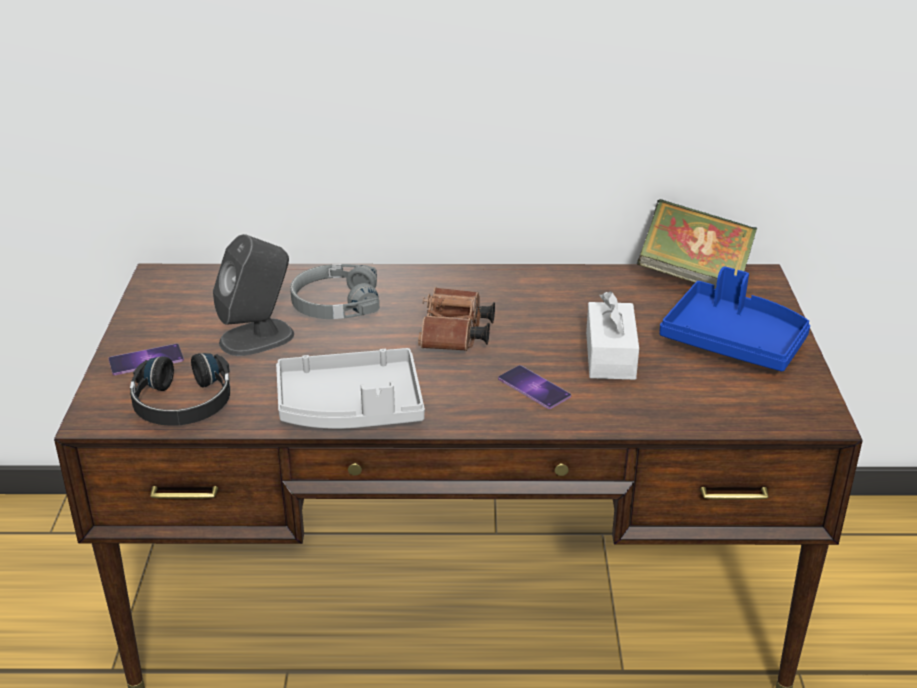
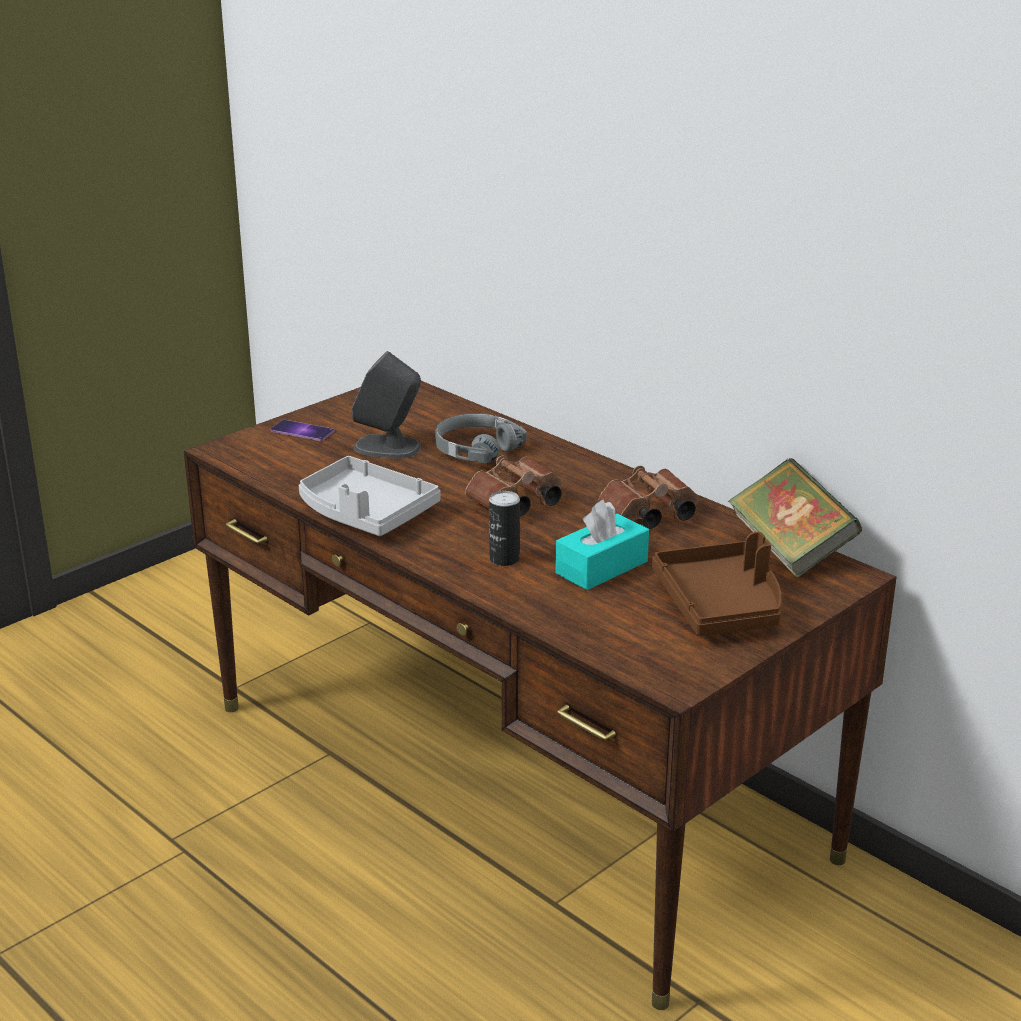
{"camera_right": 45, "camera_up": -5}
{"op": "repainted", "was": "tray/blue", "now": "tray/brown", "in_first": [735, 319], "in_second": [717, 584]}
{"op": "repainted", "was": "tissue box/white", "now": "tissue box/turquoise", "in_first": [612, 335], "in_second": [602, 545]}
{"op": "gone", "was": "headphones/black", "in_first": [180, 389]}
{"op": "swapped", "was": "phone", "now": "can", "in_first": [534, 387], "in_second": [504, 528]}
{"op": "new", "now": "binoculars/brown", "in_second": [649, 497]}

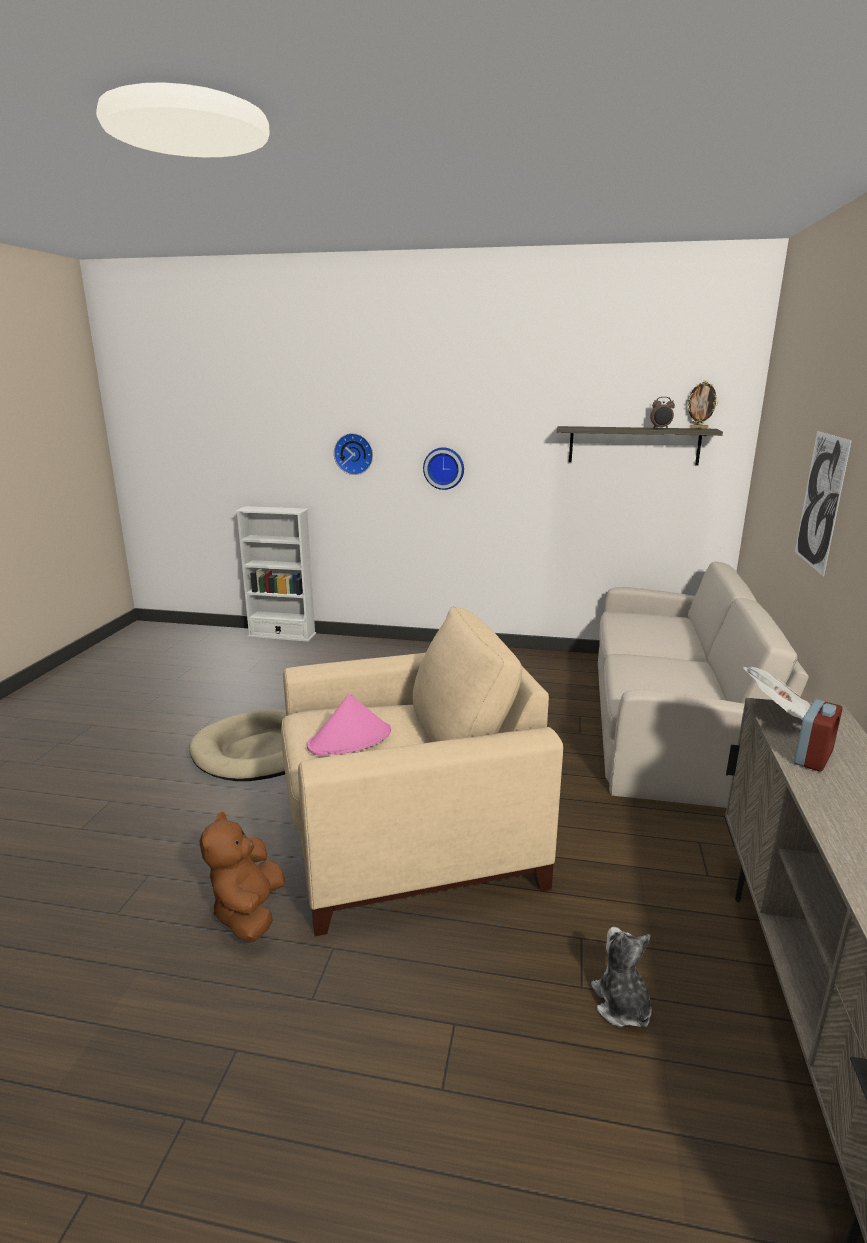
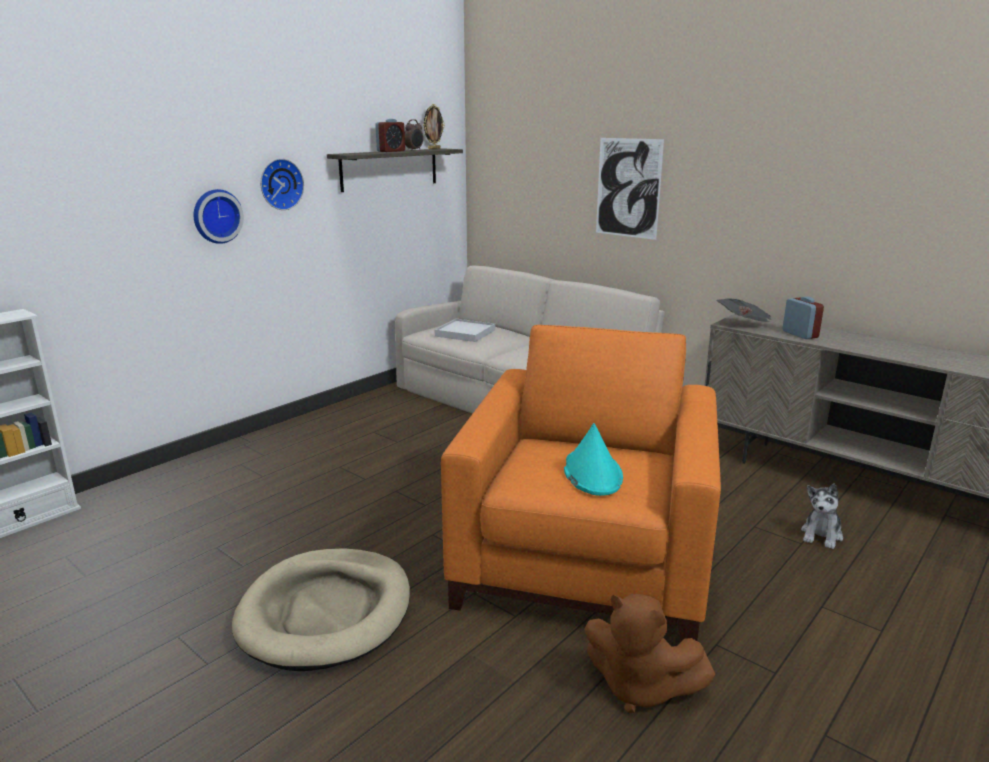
{"camera_right": -60, "camera_up": 0}
{"op": "shifted", "was": "wall clock", "in_first": [353, 454], "in_second": [282, 184]}
{"op": "repainted", "was": "armchair/beige", "now": "armchair/orange", "in_first": [422, 771], "in_second": [581, 483]}
{"op": "repainted", "was": "hat/pink", "now": "hat/turquoise", "in_first": [349, 725], "in_second": [593, 459]}
{"op": "rotated", "was": "plush toy", "in_first": [621, 977], "in_second": [822, 516], "clockwise": -75}
{"op": "new", "now": "alarm clock", "in_second": [390, 135]}
{"op": "new", "now": "tray/white", "in_second": [465, 330]}

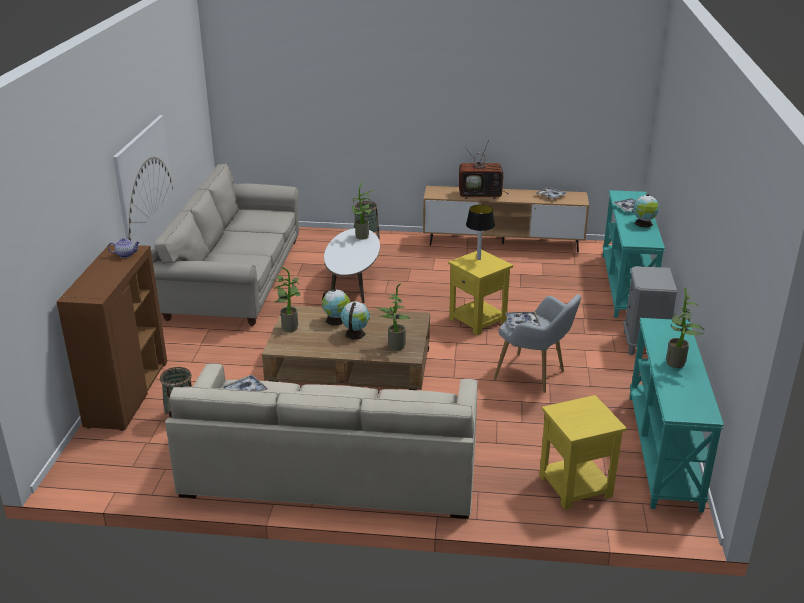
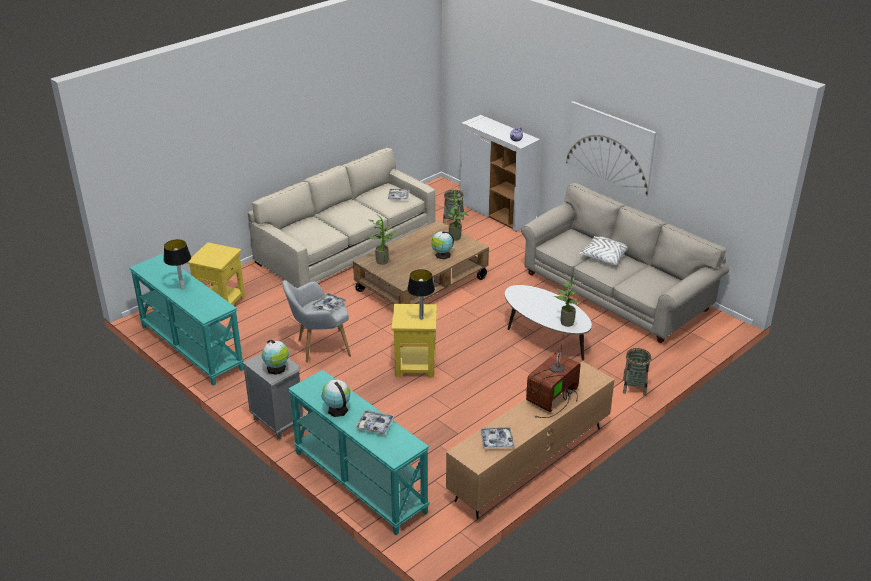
{"camera_right": 130, "camera_up": 5}
{"op": "repainted", "was": "cabinet/brown", "now": "cabinet/white", "in_first": [112, 338], "in_second": [500, 173]}
{"op": "swapped", "was": "potted plant", "now": "table lamp", "in_first": [685, 328], "in_second": [177, 264]}
{"op": "shifted", "was": "globe", "in_first": [355, 321], "in_second": [275, 357]}
{"op": "new", "now": "pillow/white", "in_second": [603, 250]}

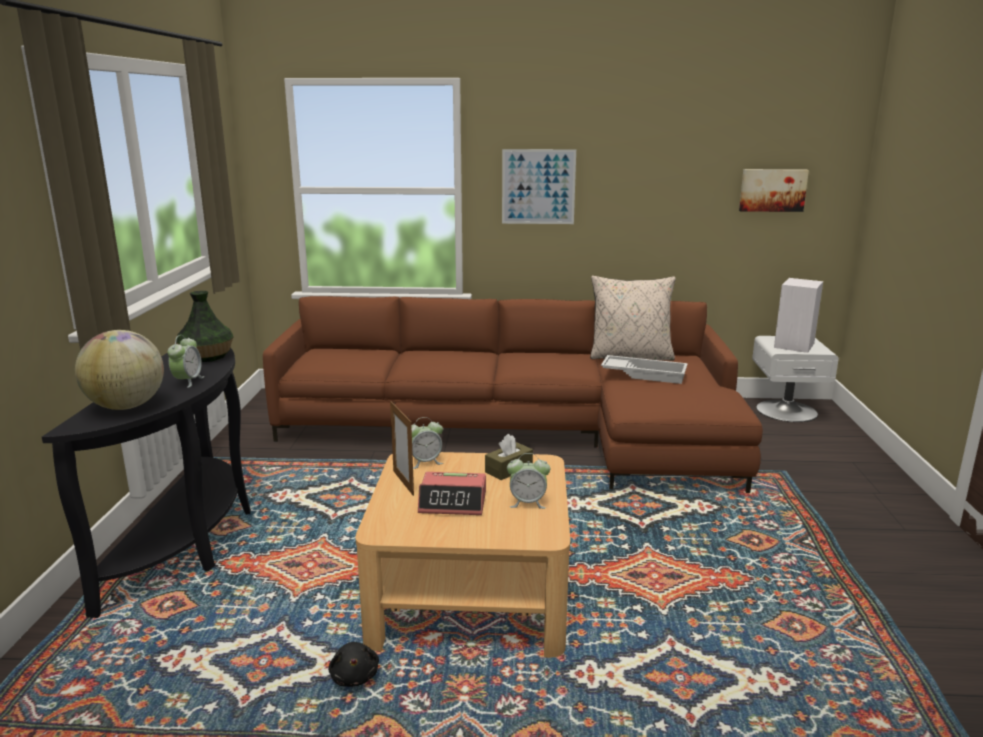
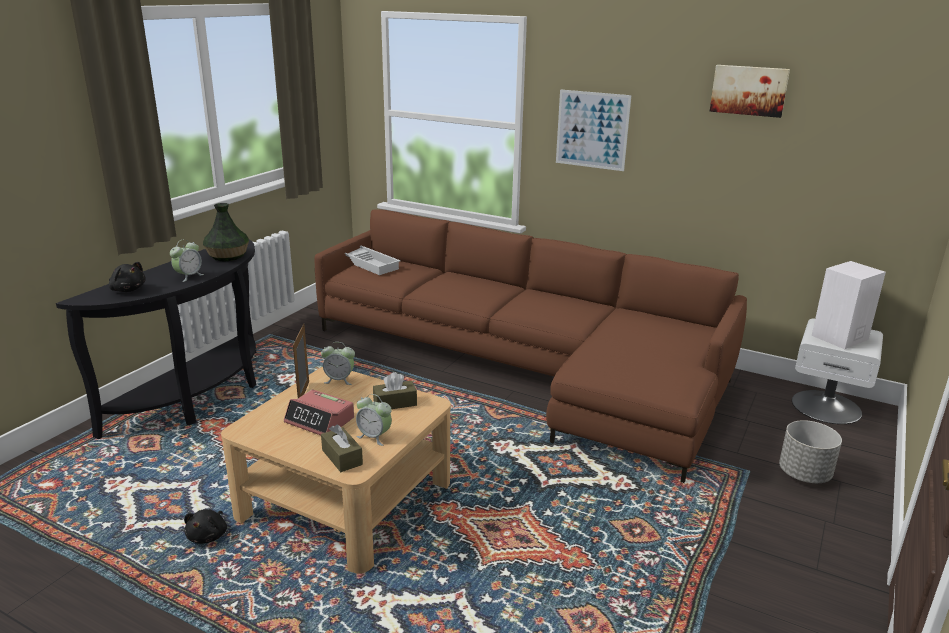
{"camera_right": 25, "camera_up": 5}
{"op": "shifted", "was": "picture", "in_first": [774, 190], "in_second": [750, 91]}
{"op": "gone", "was": "pillow/beige", "in_first": [633, 318]}
{"op": "swapped", "was": "globe", "now": "plush toy/black", "in_first": [119, 370], "in_second": [127, 277]}
{"op": "shifted", "was": "tray/white", "in_first": [644, 369], "in_second": [373, 260]}
{"op": "new", "now": "planter/grey", "in_second": [810, 451]}
{"op": "new", "now": "tissue box/brown", "in_second": [342, 448]}

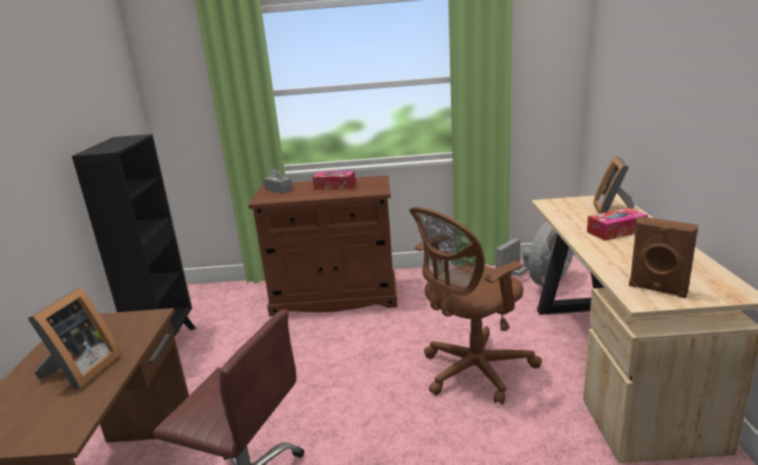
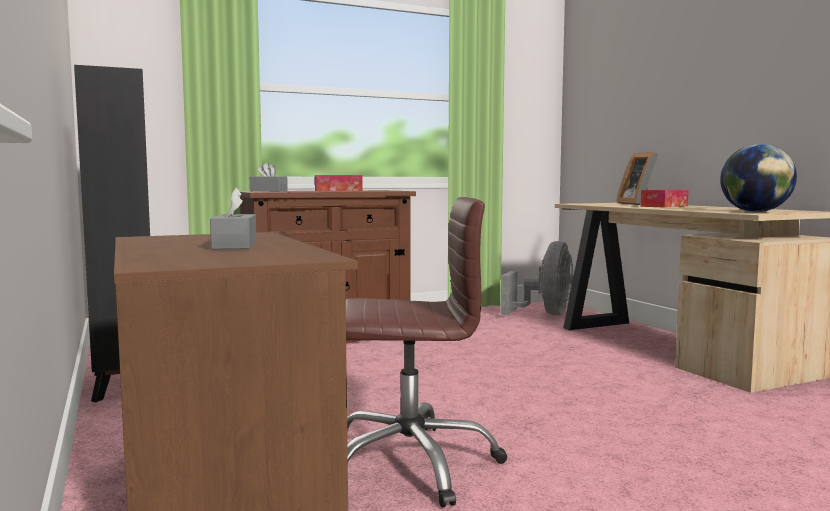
{"camera_right": -25, "camera_up": -15}
{"op": "gone", "was": "office chair/brown", "in_first": [475, 306]}
{"op": "swapped", "was": "speaker/brown", "now": "globe", "in_first": [663, 257], "in_second": [758, 178]}
{"op": "swapped", "was": "picture frame", "now": "tissue box/grey", "in_first": [74, 338], "in_second": [233, 219]}

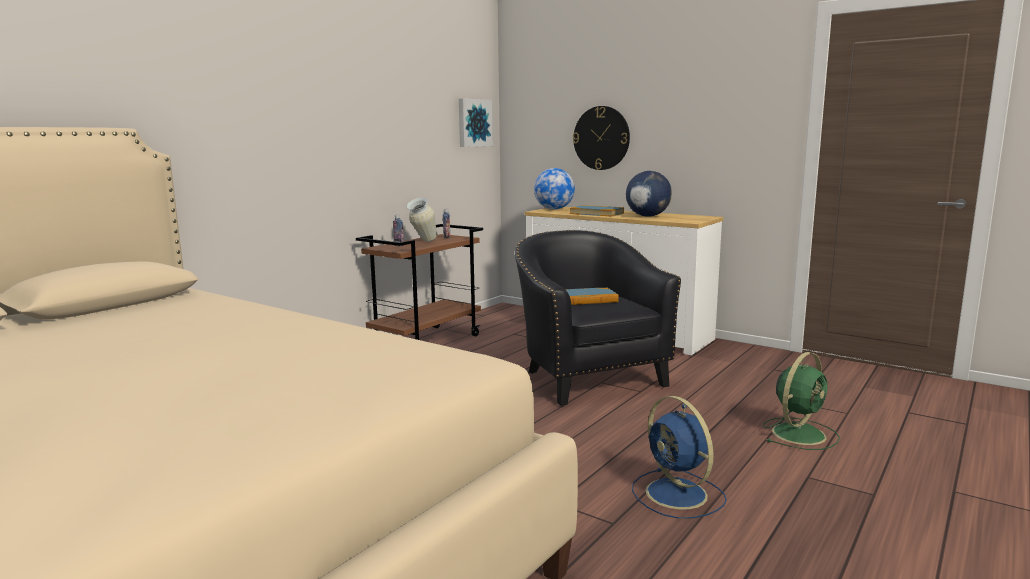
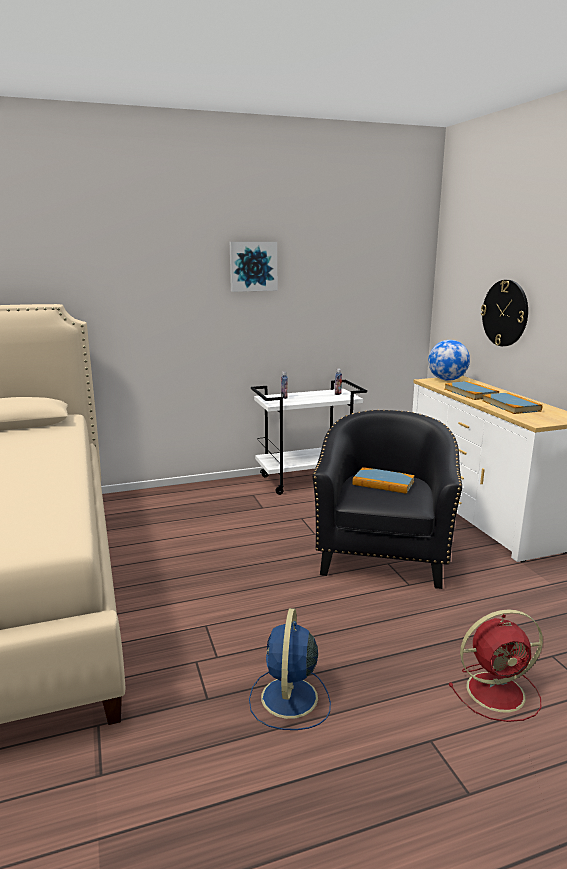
{"camera_right": 35, "camera_up": 5}
{"op": "shifted", "was": "picture", "in_first": [476, 122], "in_second": [253, 267]}
{"op": "swapped", "was": "globe", "now": "book", "in_first": [649, 193], "in_second": [512, 403]}
{"op": "gone", "was": "vase", "in_first": [422, 219]}
{"op": "repainted", "was": "cart/brown", "now": "cart/white", "in_first": [419, 282], "in_second": [309, 437]}
{"op": "repainted", "was": "fan/green", "now": "fan/red", "in_first": [801, 401], "in_second": [496, 665]}

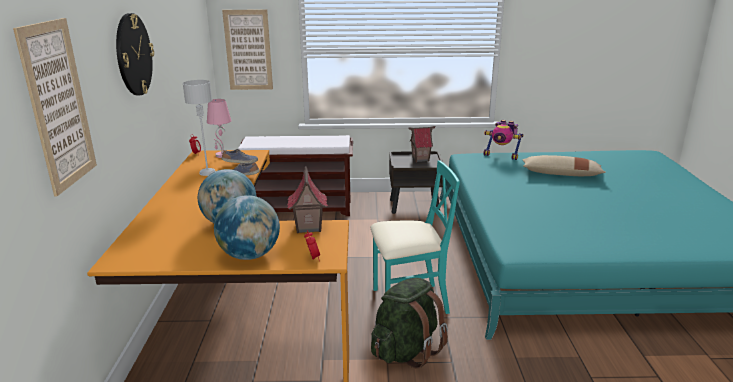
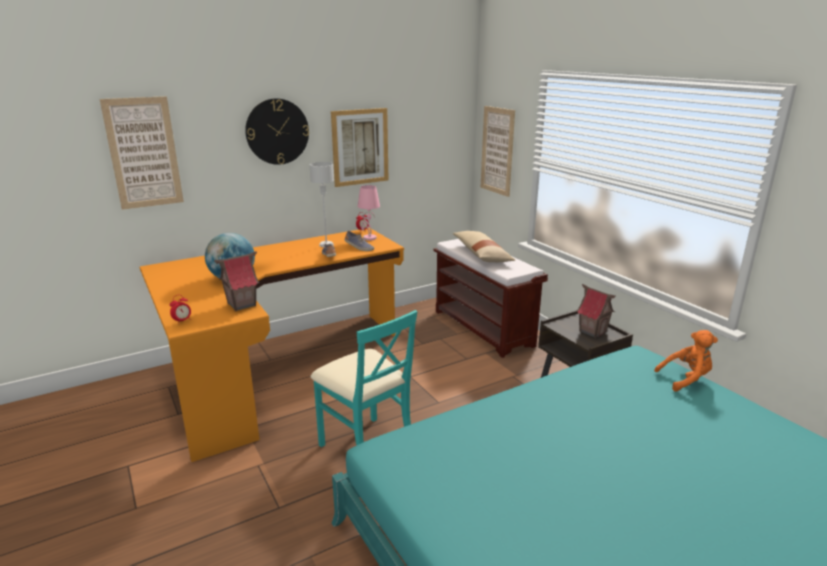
{"camera_right": 60, "camera_up": 0}
{"op": "swapped", "was": "toy robot", "now": "plush toy/orange", "in_first": [503, 140], "in_second": [686, 361]}
{"op": "shifted", "was": "pillow/beige", "in_first": [564, 165], "in_second": [484, 246]}
{"op": "gone", "was": "globe", "in_first": [247, 227]}
{"op": "gone", "was": "backpack/green", "in_first": [409, 323]}
{"op": "new", "now": "picture", "in_second": [359, 147]}

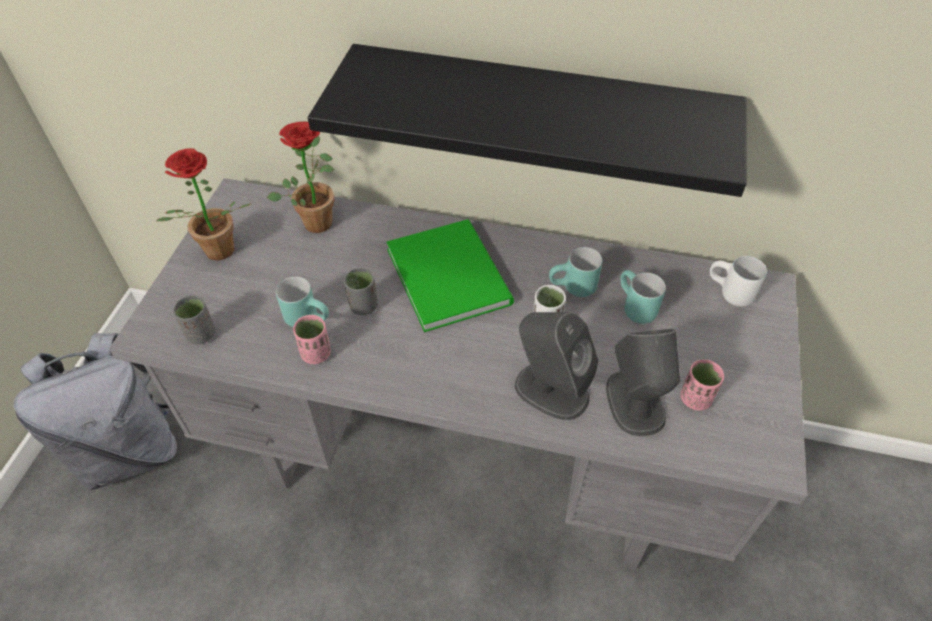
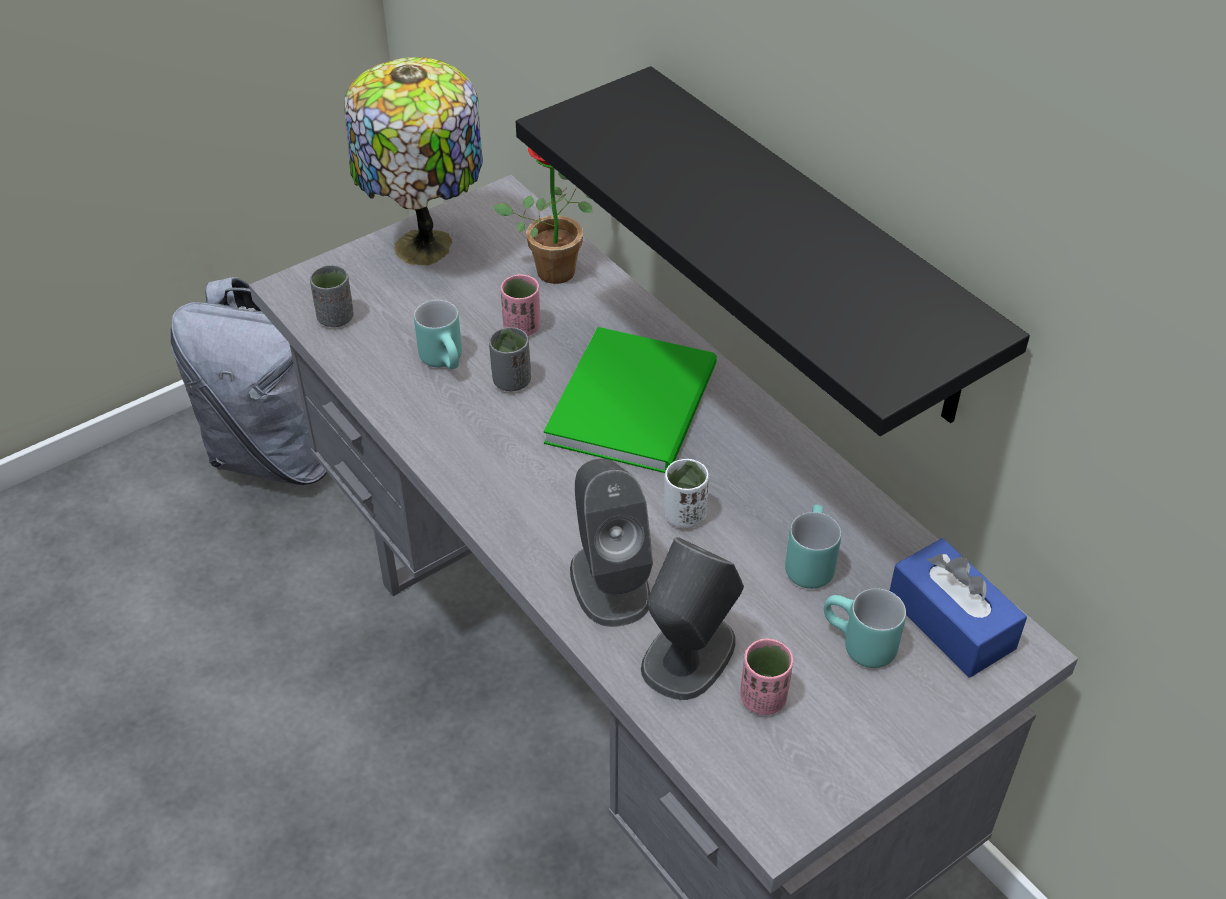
{"camera_right": 40, "camera_up": -5}
{"op": "swapped", "was": "potted plant", "now": "table lamp", "in_first": [203, 204], "in_second": [413, 161]}
{"op": "shifted", "was": "mug/turquoise", "in_first": [575, 272], "in_second": [865, 628]}
{"op": "swapped", "was": "mug/white", "now": "tissue box/blue", "in_first": [738, 281], "in_second": [958, 608]}
{"op": "shifted", "was": "cup/pink", "in_first": [312, 339], "in_second": [520, 305]}

